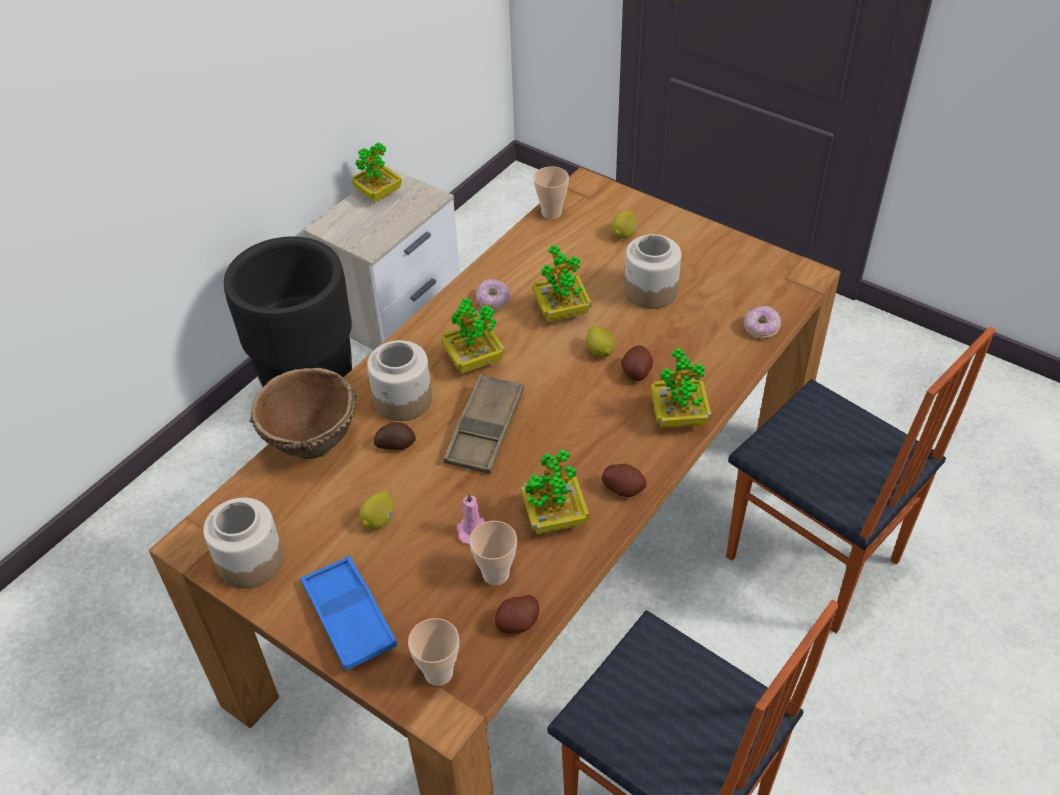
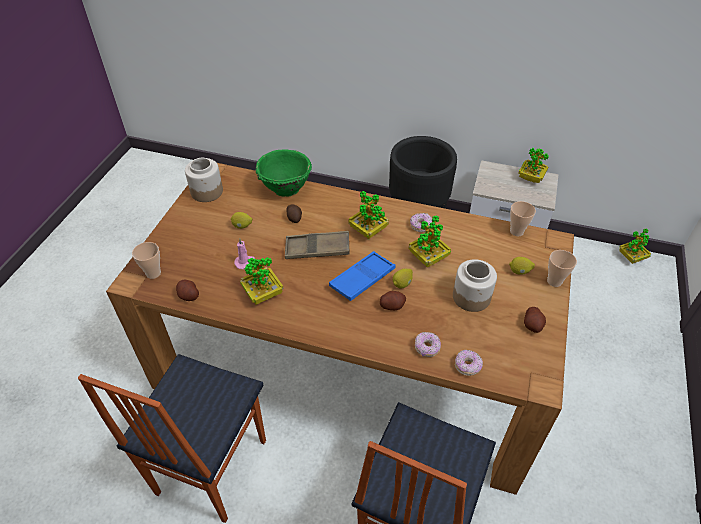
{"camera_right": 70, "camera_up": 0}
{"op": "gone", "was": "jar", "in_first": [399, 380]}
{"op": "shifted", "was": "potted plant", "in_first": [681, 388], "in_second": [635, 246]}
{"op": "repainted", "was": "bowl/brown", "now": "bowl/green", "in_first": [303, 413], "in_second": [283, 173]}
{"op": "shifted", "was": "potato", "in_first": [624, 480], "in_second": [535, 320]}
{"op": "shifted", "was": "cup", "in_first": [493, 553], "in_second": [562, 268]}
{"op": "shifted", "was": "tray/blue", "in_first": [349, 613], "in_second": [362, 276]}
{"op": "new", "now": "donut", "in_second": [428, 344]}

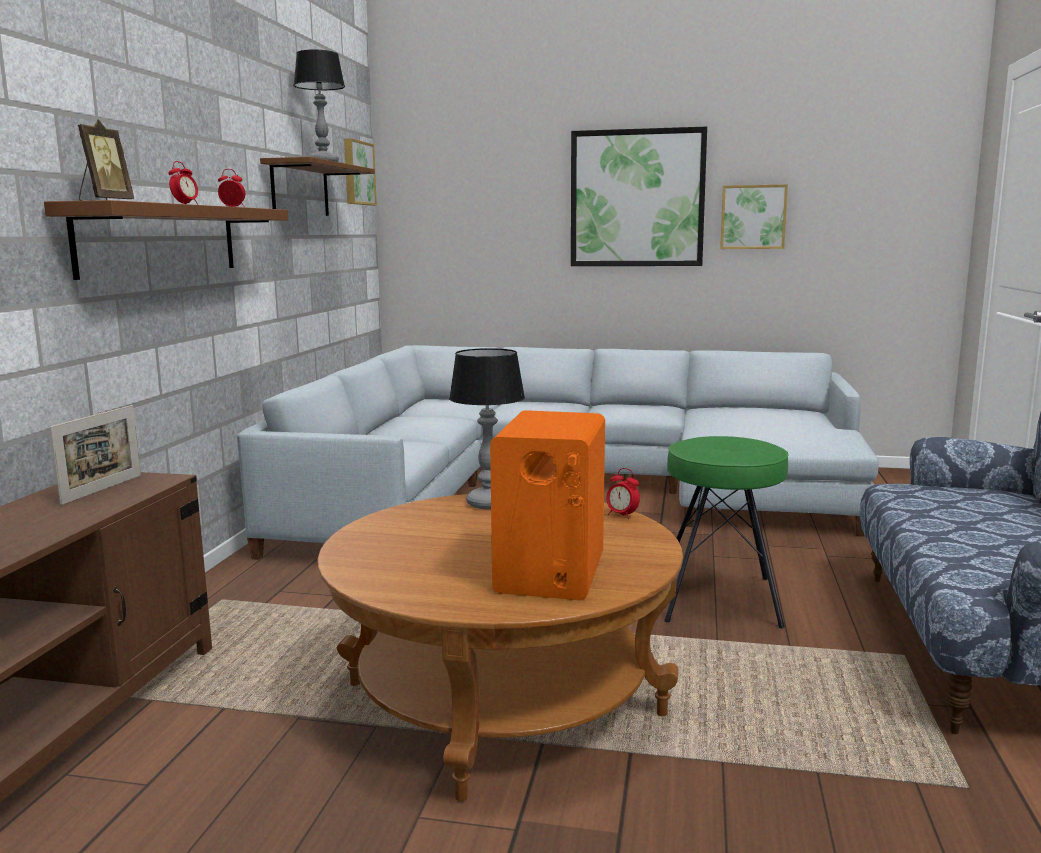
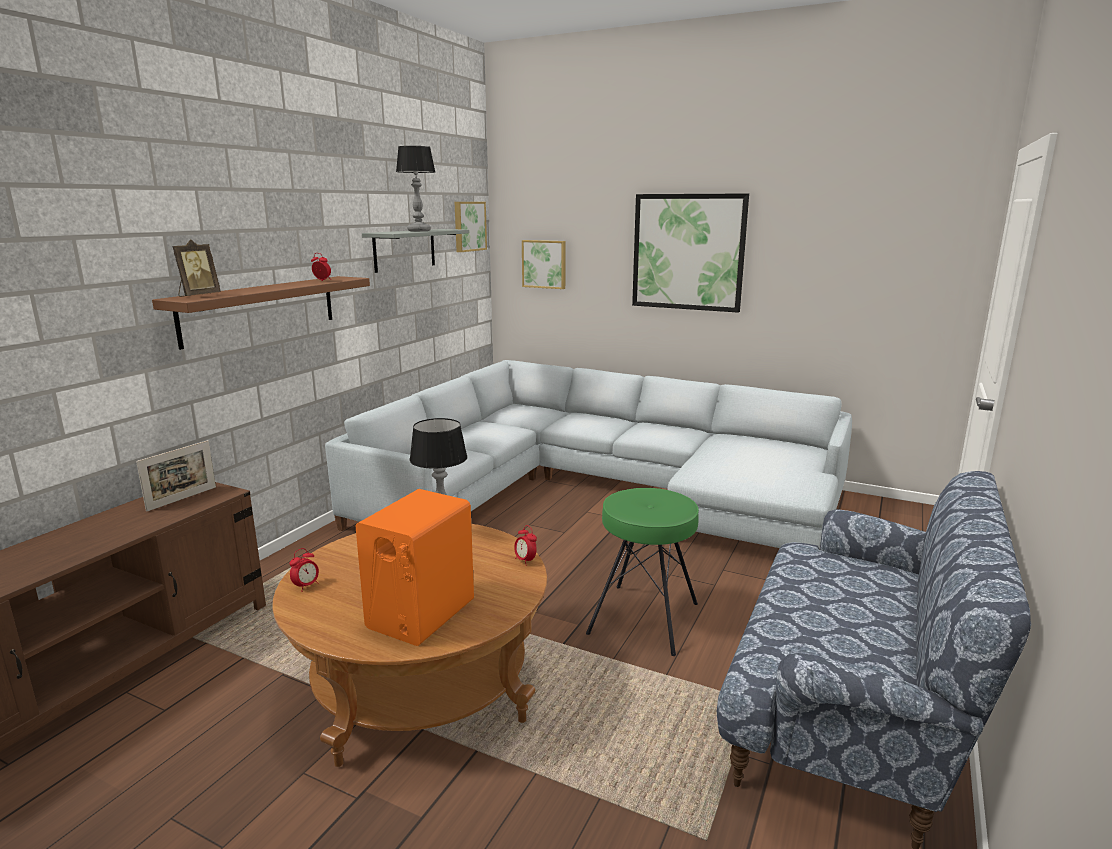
{"camera_right": 15, "camera_up": 5}
{"op": "repainted", "was": "shelf/brown", "now": "shelf/grey", "in_first": [317, 186], "in_second": [415, 251]}
{"op": "shifted", "was": "alarm clock", "in_first": [183, 183], "in_second": [304, 570]}
{"op": "shifted", "was": "picture", "in_first": [754, 216], "in_second": [544, 264]}

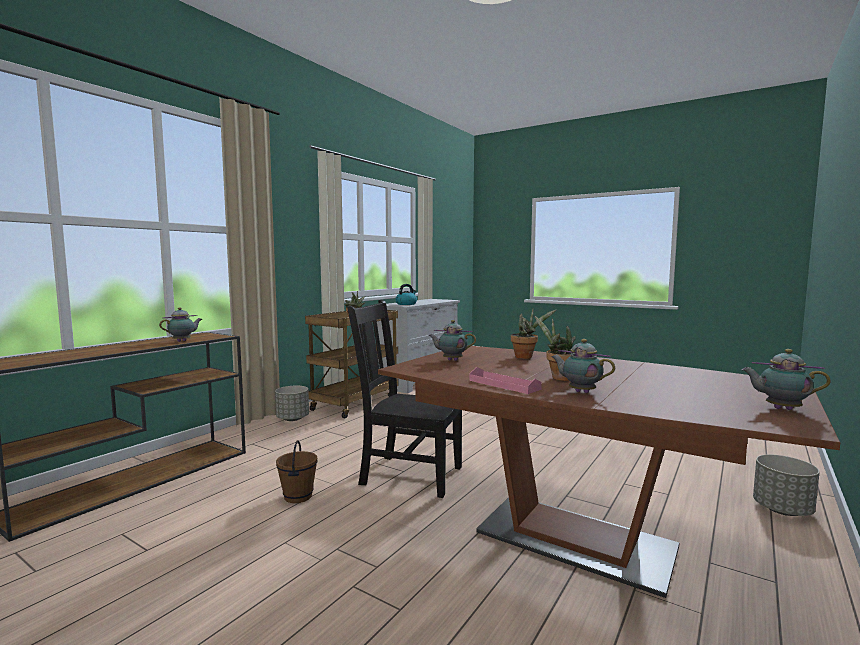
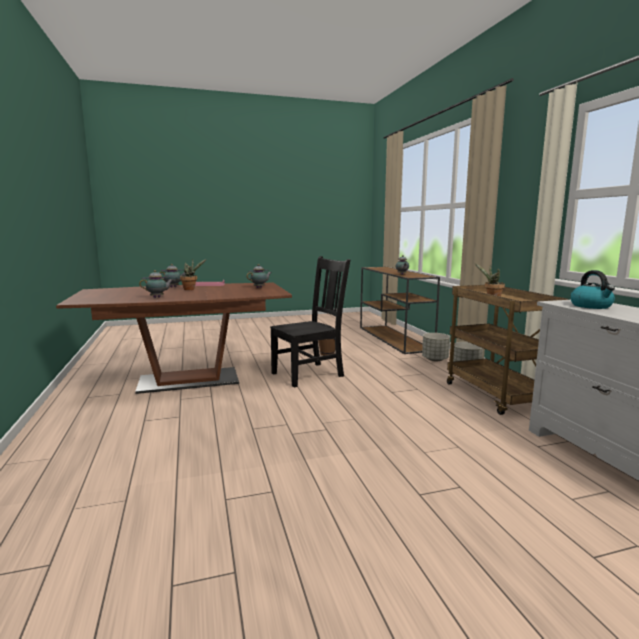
{"camera_right": 130, "camera_up": 5}
{"op": "gone", "was": "potted plant", "in_first": [534, 333]}
{"op": "shifted", "was": "teapot", "in_first": [786, 379], "in_second": [156, 284]}
{"op": "shifted", "was": "planter/grey", "in_first": [786, 485], "in_second": [436, 347]}

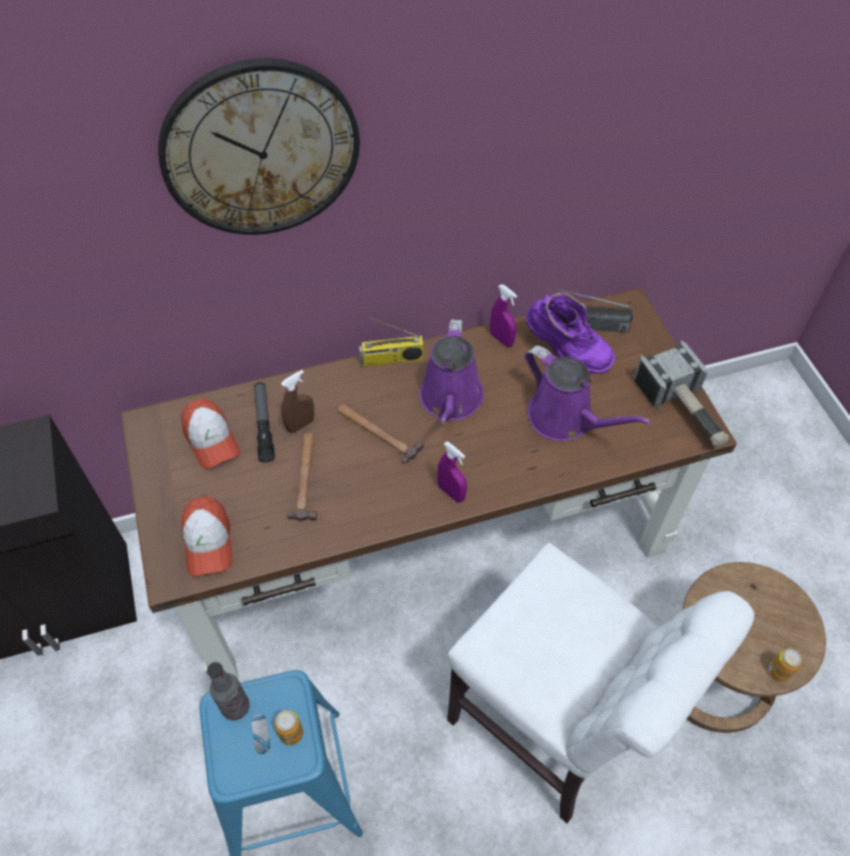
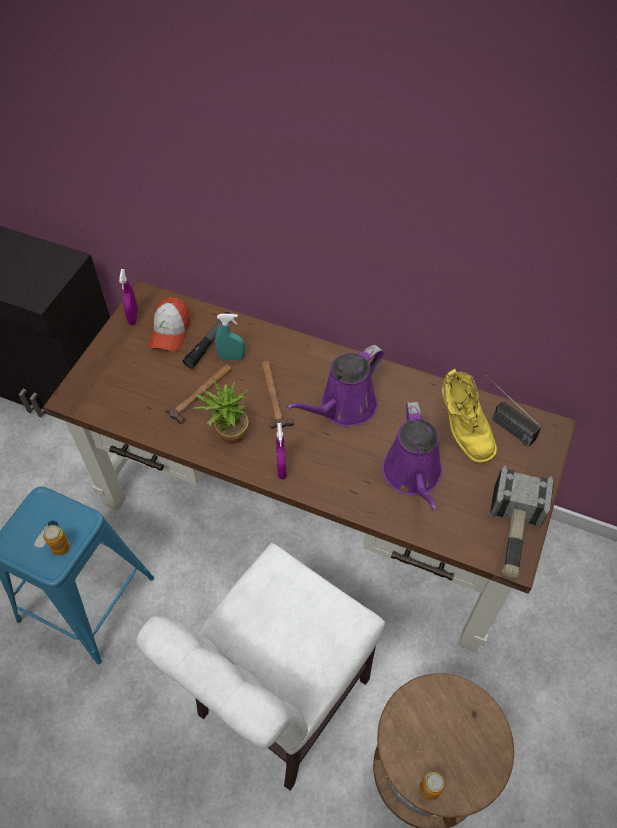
{"camera_right": 40, "camera_up": 0}
{"op": "gone", "was": "wall clock", "in_first": [259, 146]}
{"op": "shifted", "was": "spray bottle/purple", "in_first": [503, 315], "in_second": [128, 297]}
{"op": "repainted", "was": "boot/purple", "now": "boot/yellow", "in_first": [570, 333], "in_second": [469, 416]}
{"op": "gone", "was": "radio", "in_first": [391, 342]}
{"op": "repainted", "was": "spray bottle/brown", "now": "spray bottle/turquoise", "in_first": [297, 401], "in_second": [230, 337]}
{"op": "gone", "was": "cap", "in_first": [207, 536]}
{"op": "rotated", "was": "chair/white", "in_first": [600, 683], "in_second": [260, 667], "clockwise": 45}
{"op": "gone", "was": "bottle", "in_first": [228, 691]}
{"op": "new", "now": "potted plant", "in_second": [221, 410]}

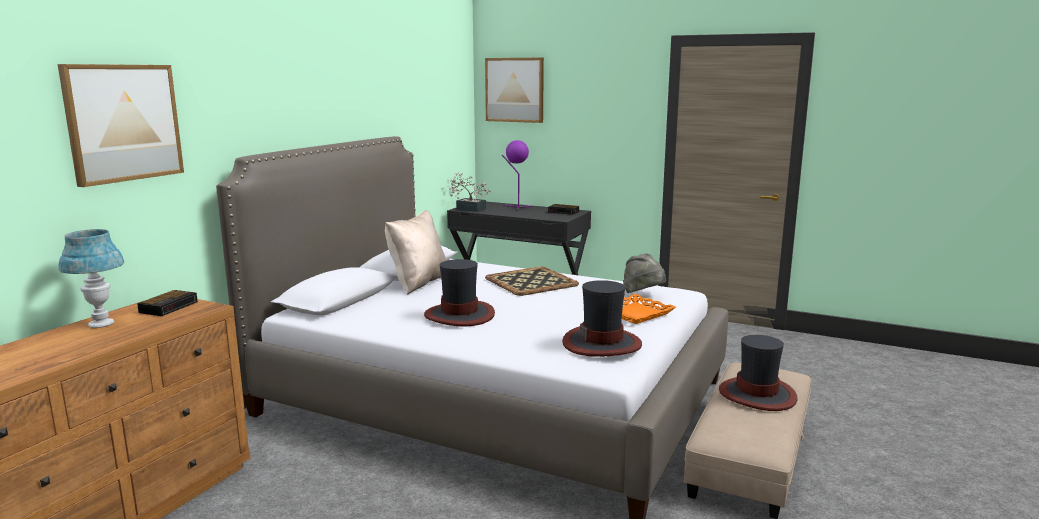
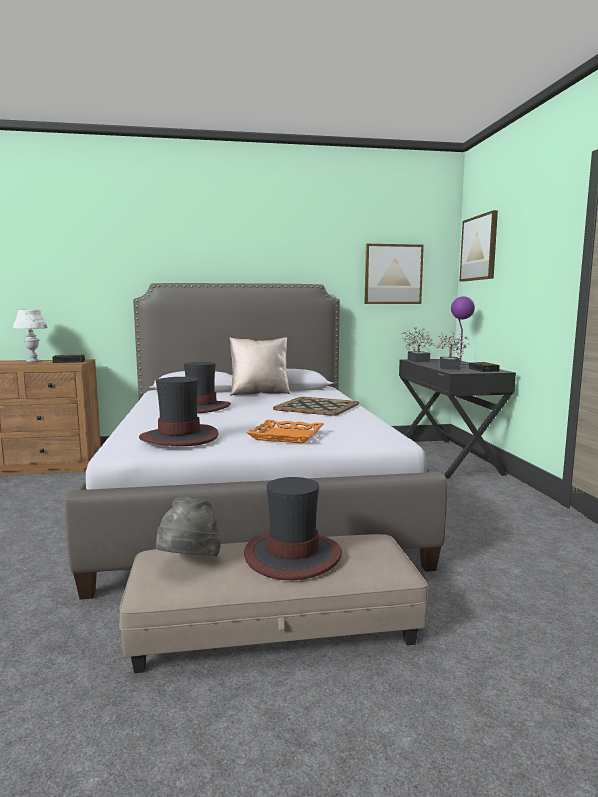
{"camera_right": 55, "camera_up": -5}
{"op": "shifted", "was": "picture", "in_first": [121, 125], "in_second": [394, 274]}
{"op": "repainted", "was": "table lamp/blue", "now": "table lamp/white", "in_first": [91, 278], "in_second": [30, 336]}
{"op": "shifted", "was": "hat/grey", "in_first": [644, 273], "in_second": [188, 526]}
{"op": "new", "now": "potted plant", "in_second": [453, 350]}

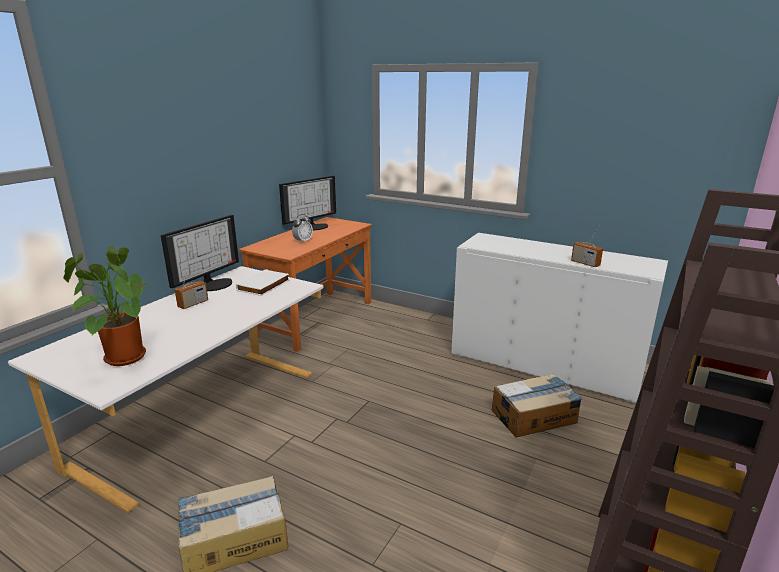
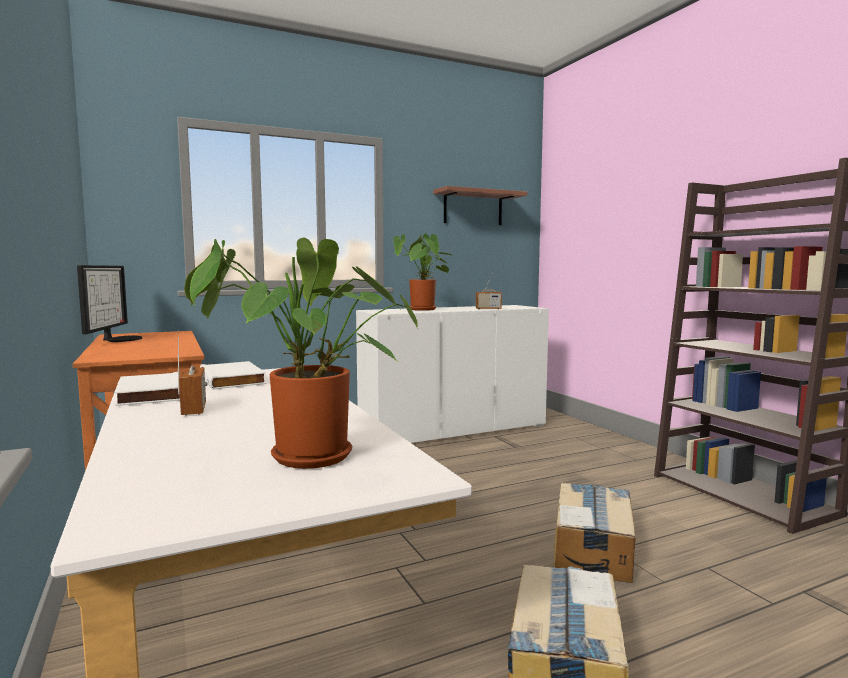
{"camera_right": -55, "camera_up": -15}
{"op": "gone", "was": "alarm clock", "in_first": [302, 229]}
{"op": "swapped", "was": "monitor", "now": "book/white", "in_first": [200, 253], "in_second": [147, 389]}
{"op": "shifted", "was": "cardboard box", "in_first": [537, 405], "in_second": [595, 533]}
{"op": "new", "now": "shelf", "in_second": [480, 205]}
{"op": "new", "now": "potted plant", "in_second": [422, 272]}

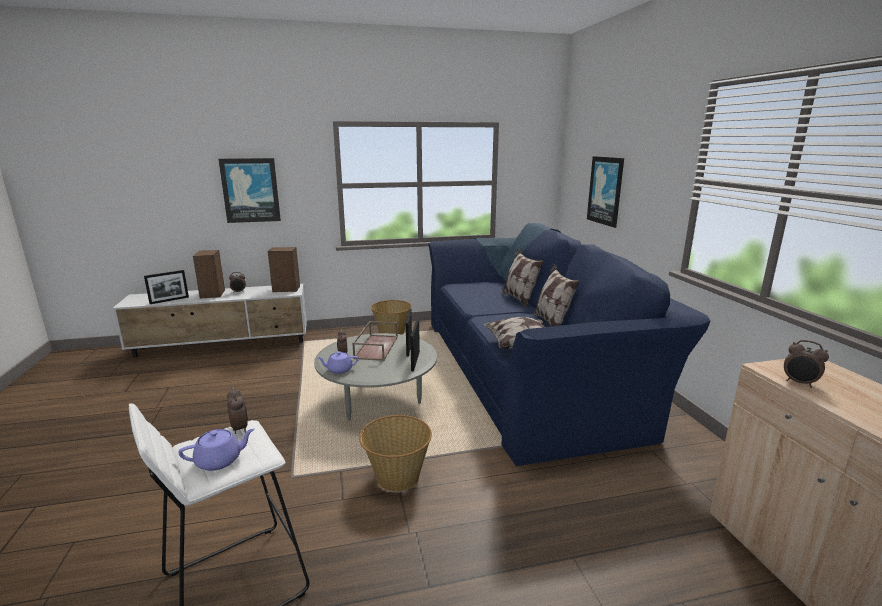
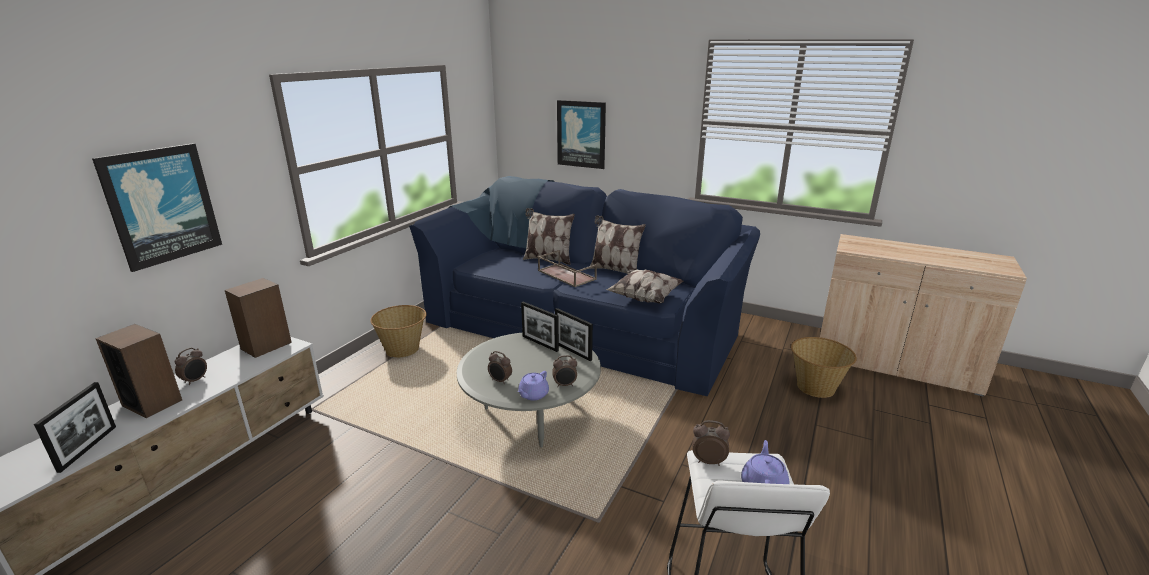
{"camera_right": -50, "camera_up": 5}
{"op": "shifted", "was": "tray/brown", "in_first": [375, 341], "in_second": [567, 268]}
{"op": "shifted", "was": "alarm clock", "in_first": [806, 364], "in_second": [564, 371]}
{"op": "shifted", "was": "basket", "in_first": [395, 453], "in_second": [824, 367]}

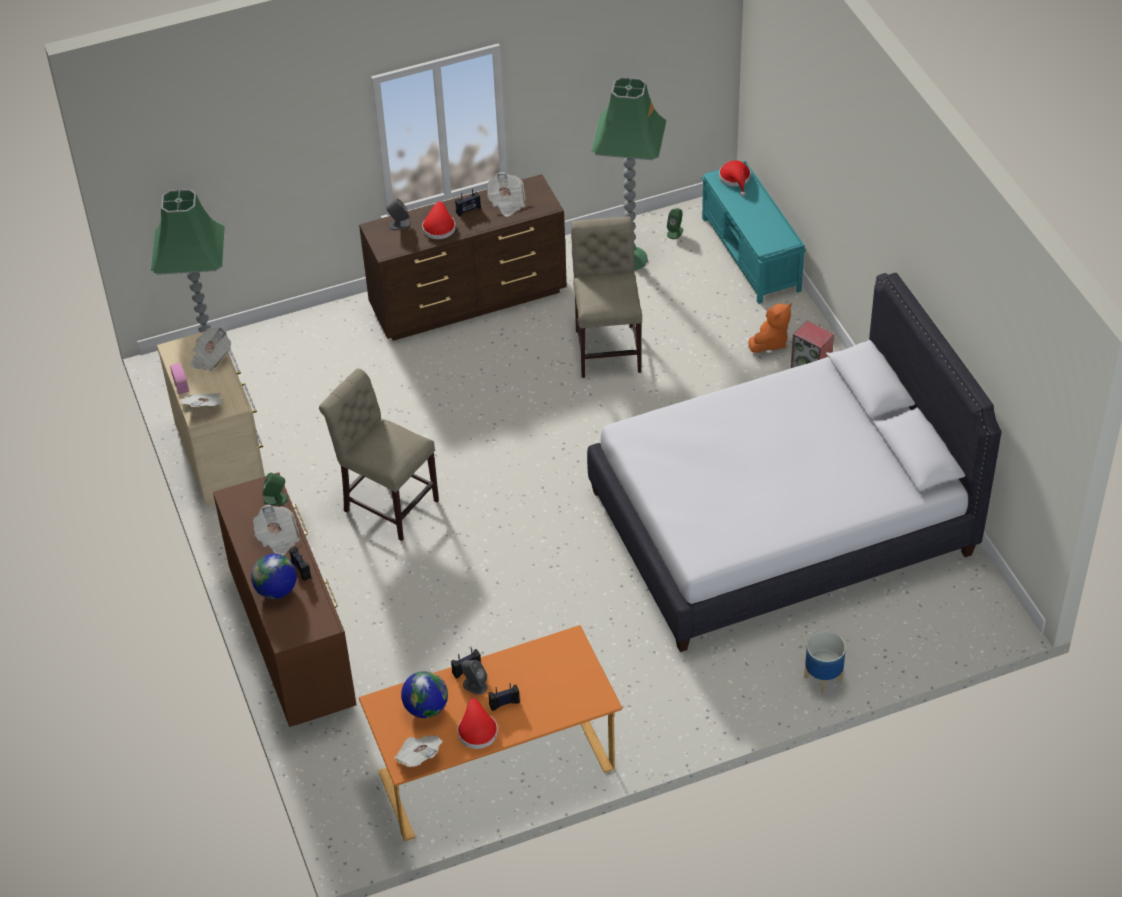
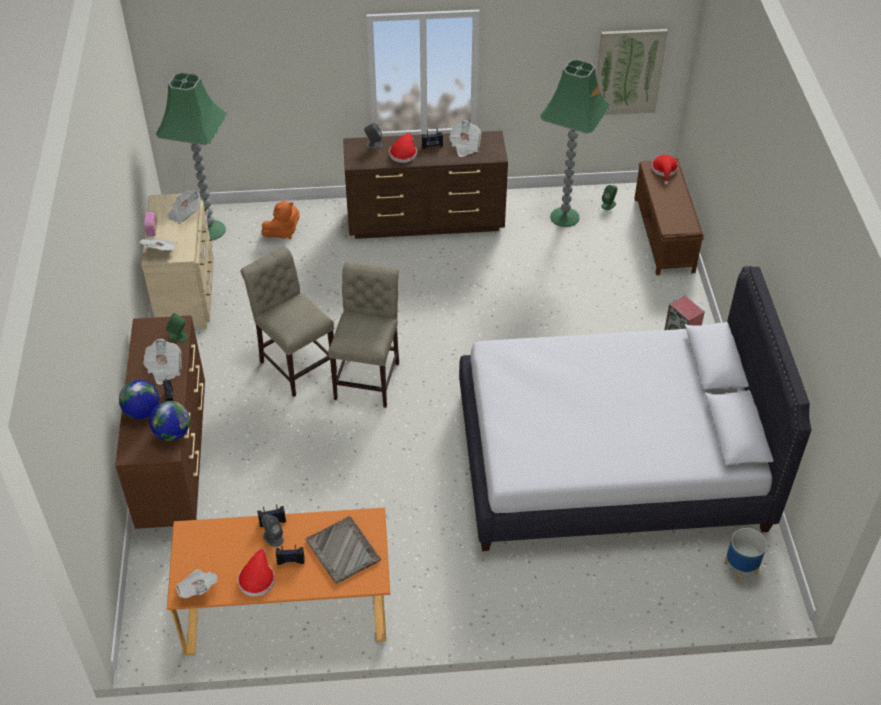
{"camera_right": 15, "camera_up": 0}
{"op": "repainted", "was": "bench/turquoise", "now": "bench/brown", "in_first": [754, 232], "in_second": [669, 216]}
{"op": "shifted", "was": "chair/beige", "in_first": [606, 297], "in_second": [363, 335]}
{"op": "shifted", "was": "plush toy/orange", "in_first": [769, 328], "in_second": [280, 220]}
{"op": "shifted", "was": "planter", "in_first": [825, 662], "in_second": [745, 555]}
{"op": "shifted", "was": "globe", "in_first": [424, 694], "in_second": [169, 421]}
{"op": "new", "now": "picture", "in_second": [632, 72]}
{"op": "new", "now": "tray/grey", "in_second": [343, 550]}

